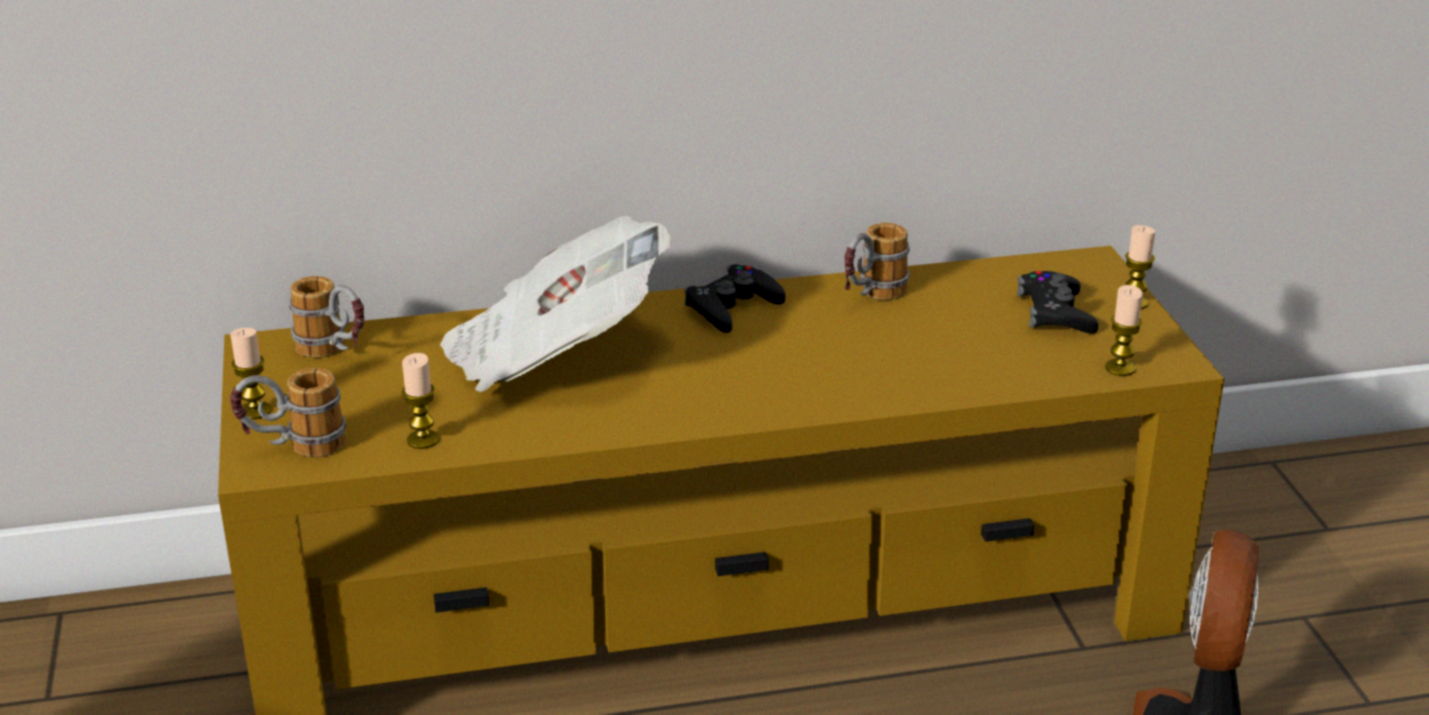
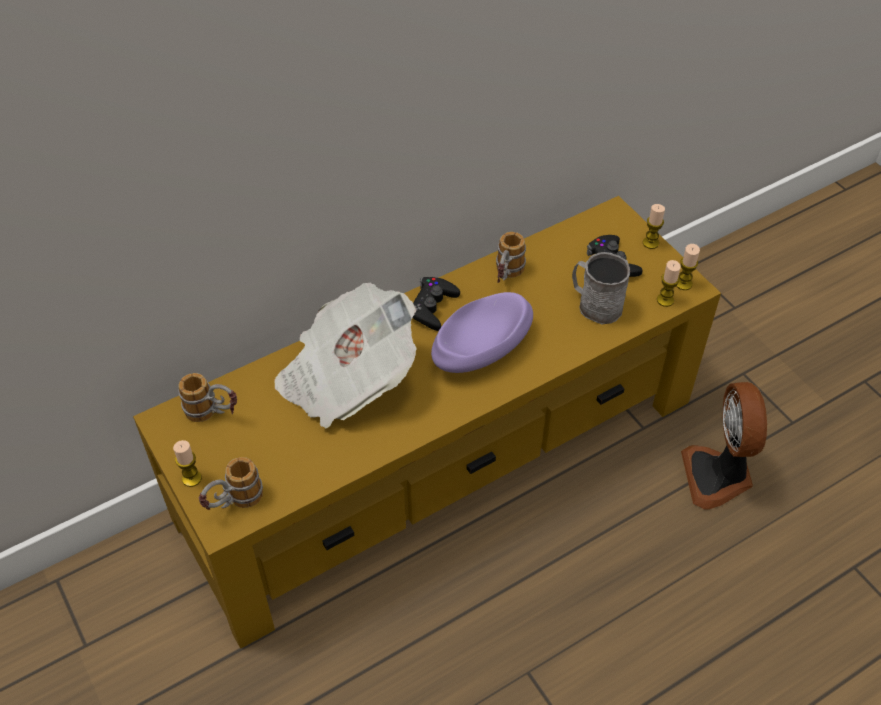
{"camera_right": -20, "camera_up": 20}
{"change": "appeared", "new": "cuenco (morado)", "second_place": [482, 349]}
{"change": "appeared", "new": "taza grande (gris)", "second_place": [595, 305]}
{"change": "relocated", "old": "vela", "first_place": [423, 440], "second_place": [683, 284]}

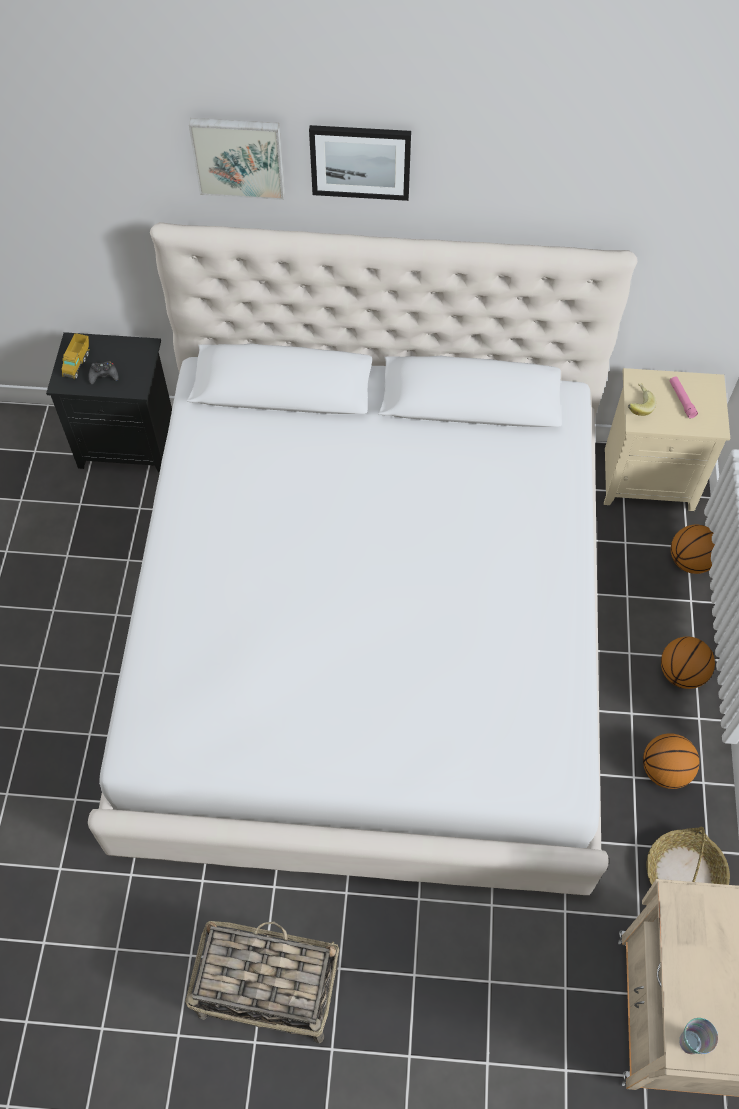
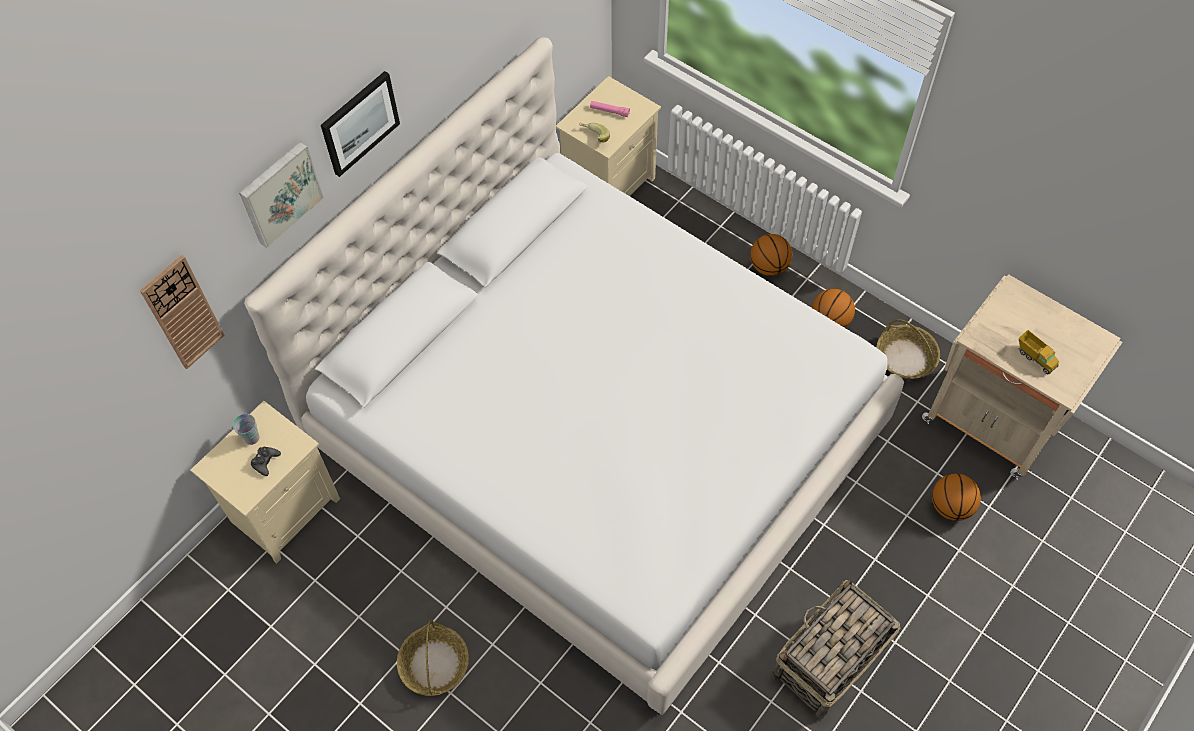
{"camera_right": -55, "camera_up": 0}
{"change": "appeared", "new": "reloj de pared", "second_place": [183, 313]}
{"change": "appeared", "new": "cesta", "second_place": [434, 664]}
{"change": "relocated", "old": "camión de juguete", "first_place": [77, 363], "second_place": [1035, 358]}
{"change": "relocated", "old": "balón de baloncesto", "first_place": [689, 561], "second_place": [950, 507]}
{"change": "relocated", "old": "taza", "first_place": [690, 1042], "second_place": [252, 438]}
{"change": "colour", "old": "mesita de noche (negro)", "new": "mesita de noche (beis)", "first_place": [130, 442], "second_place": [285, 509]}

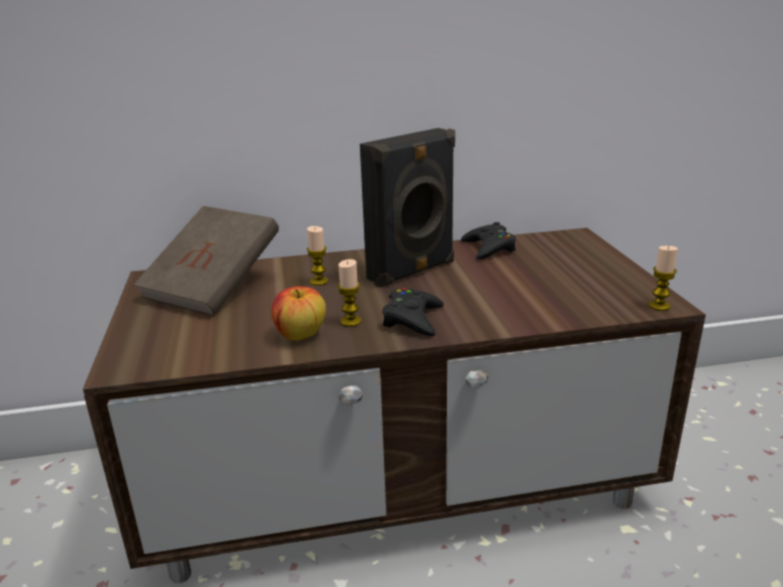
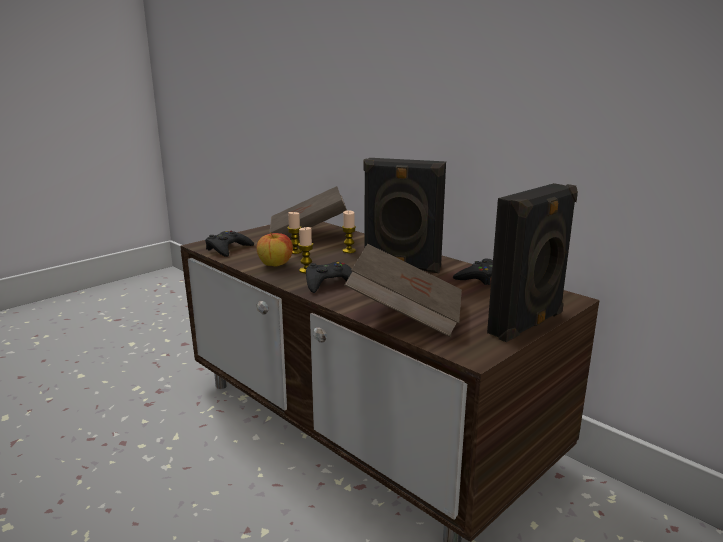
{"camera_right": 55, "camera_up": -5}
{"change": "appeared", "new": "mando de consola (negro)", "second_place": [228, 249]}
{"change": "appeared", "new": "libro (marrón)", "second_place": [405, 315]}
{"change": "appeared", "new": "altavoz (negro)", "second_place": [528, 324]}
{"change": "relocated", "old": "vela", "first_place": [659, 306], "second_place": [295, 251]}

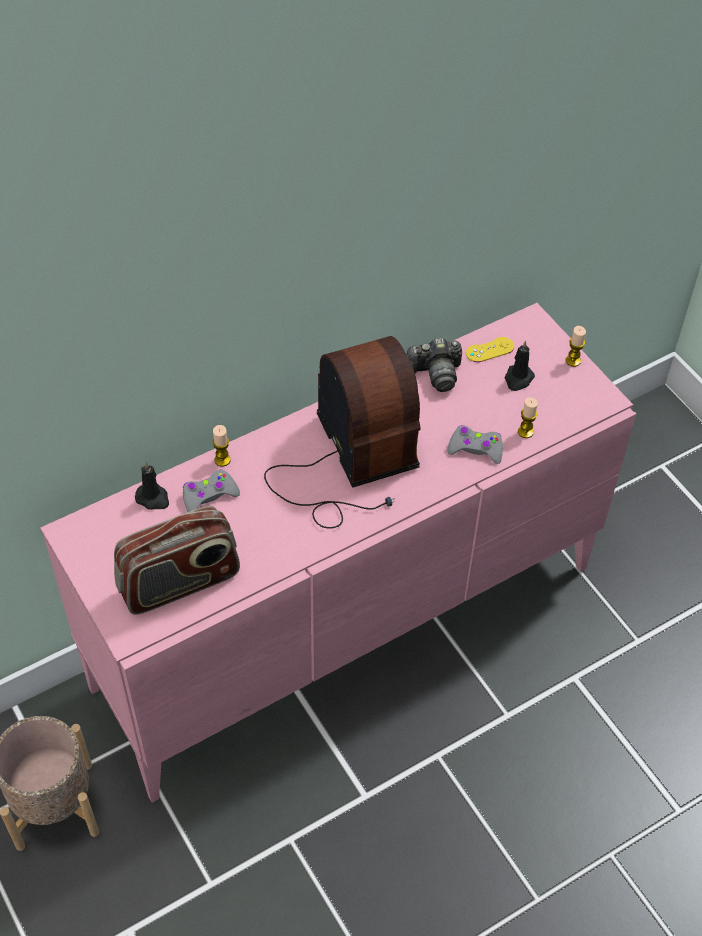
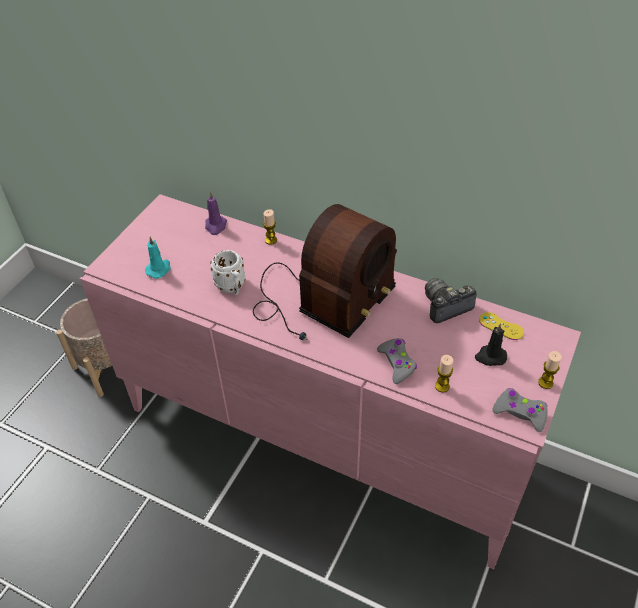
{"camera_right": 60, "camera_up": -5}
{"change": "appeared", "new": "taza grande (blanco)", "second_place": [232, 288]}
{"change": "relocated", "old": "mando de consola (gris)", "first_place": [209, 496], "second_place": [520, 413]}
{"change": "exchanged", "old": "radio", "new": "vela (turquesa)", "first_place": [179, 583], "second_place": [159, 269]}
{"change": "colour", "old": "vela (negro)", "new": "vela (morado)", "first_place": [153, 498], "second_place": [215, 226]}
{"change": "spun", "old": "cámara", "first_place": [435, 373], "second_place": [446, 307], "degrees": 105}

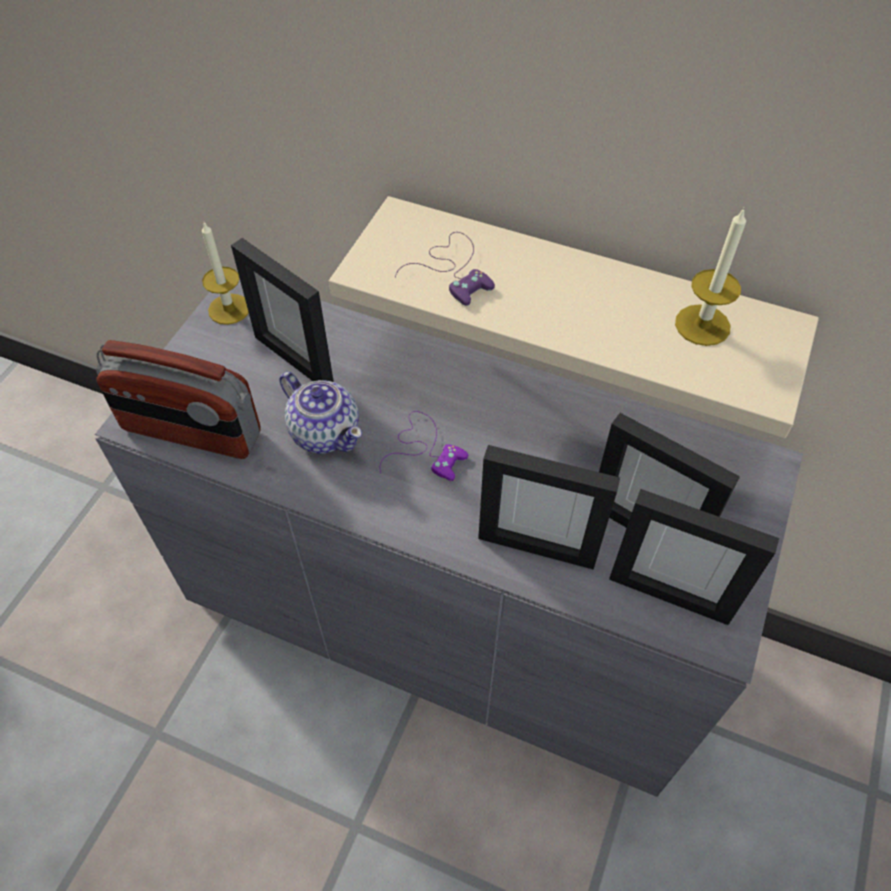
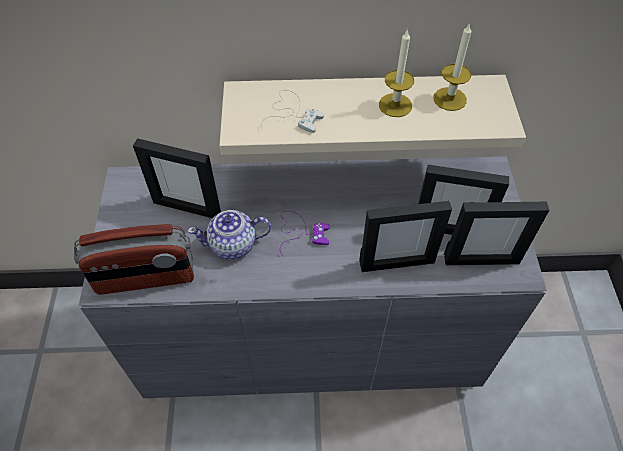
{"camera_right": -25, "camera_up": 0}
{"change": "relocated", "old": "vela", "first_place": [229, 309], "second_place": [395, 105]}
{"change": "colour", "old": "mando de consola (morado)", "new": "mando de consola (blanco)", "first_place": [453, 269], "second_place": [292, 113]}
{"change": "spun", "old": "tetera", "first_place": [325, 432], "second_place": [233, 245], "degrees": 150}

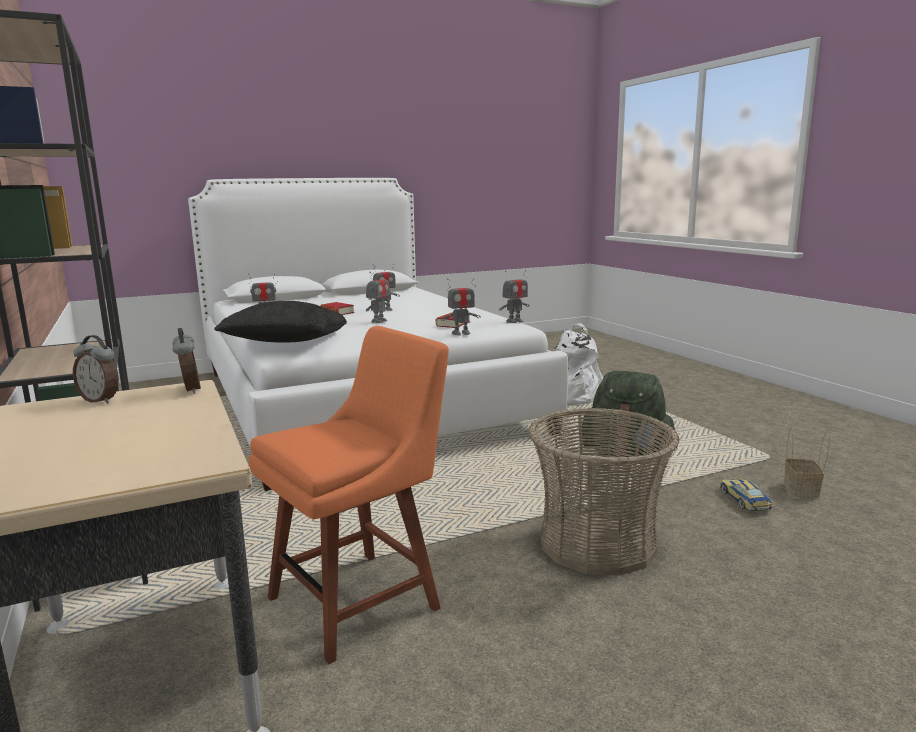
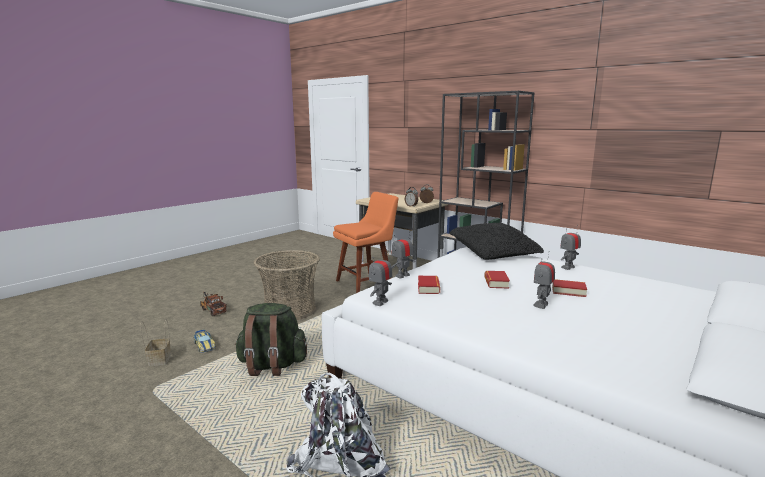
{"camera_right": 155, "camera_up": 0}
{"change": "appeared", "new": "camión de juguete", "second_place": [212, 310]}
{"change": "exchanged", "old": "robot de juguete", "new": "libro", "first_place": [379, 321], "second_place": [496, 282]}
{"change": "spun", "old": "silla (naranja)", "first_place": [361, 599], "second_place": [367, 282], "degrees": -150}

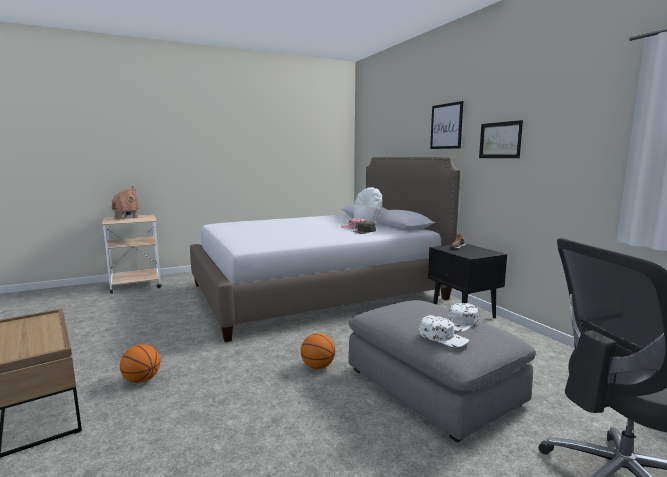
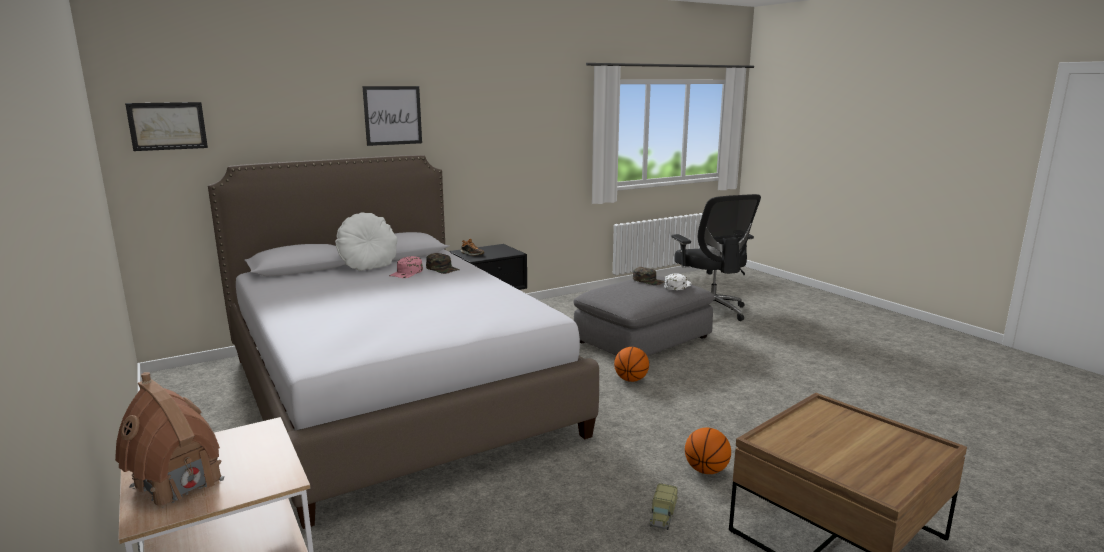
{"camera_right": -95, "camera_up": 5}
{"change": "appeared", "new": "camión de juguete", "second_place": [662, 516]}
{"change": "relocated", "old": "cuadro", "first_place": [500, 140], "second_place": [167, 126]}
{"change": "colour", "old": "gorra (blanco)", "new": "gorra (verde)", "first_place": [460, 323], "second_place": [648, 281]}

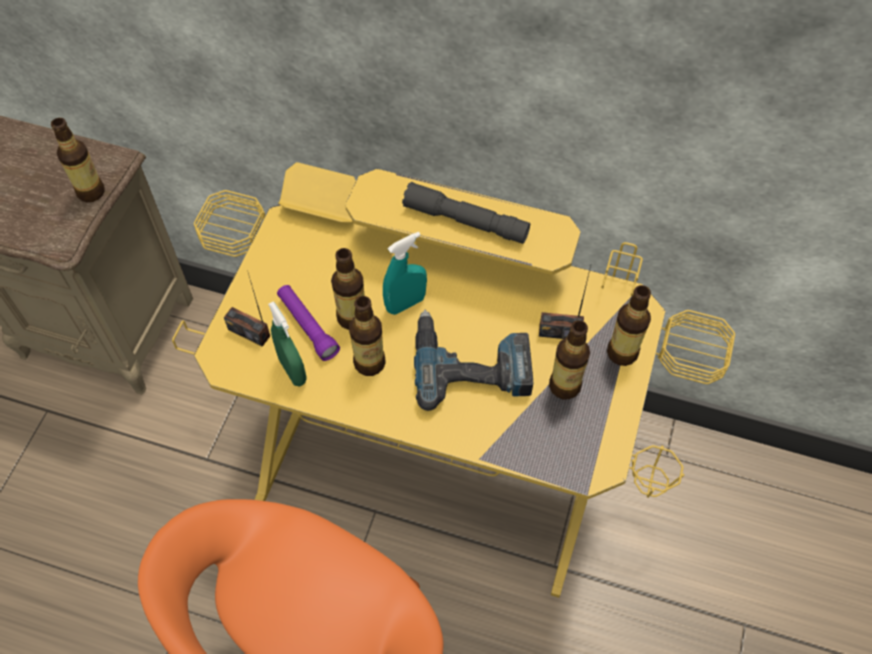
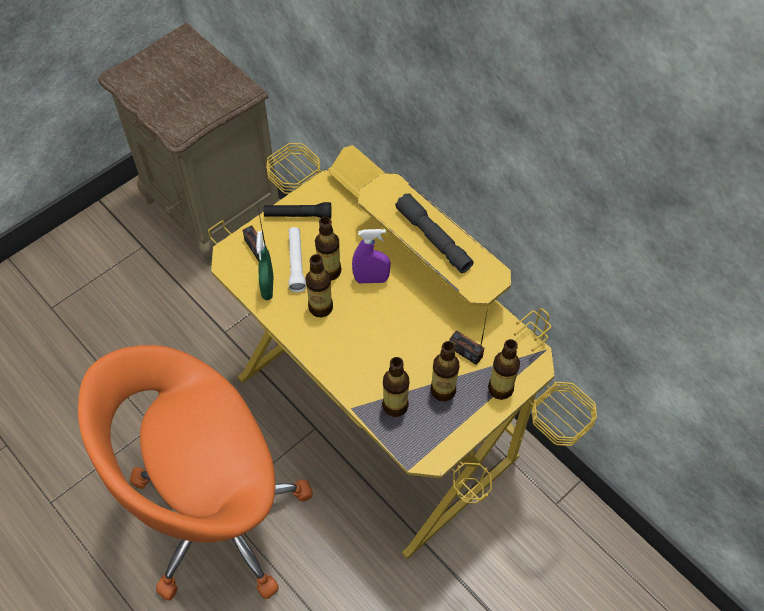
{"camera_right": 30, "camera_up": 0}
{"change": "missing", "old": "taladro", "first_place": [471, 363]}
{"change": "appeared", "new": "linterna (negro)", "second_place": [298, 215]}
{"change": "relocated", "old": "botella", "first_place": [91, 192], "second_place": [395, 405]}
{"change": "colour", "old": "linterna (morado)", "new": "linterna (blanco)", "first_place": [308, 326], "second_place": [296, 263]}
{"change": "colour", "old": "pulverizador (turquesa)", "new": "pulverizador (morado)", "first_place": [405, 304], "second_place": [371, 279]}

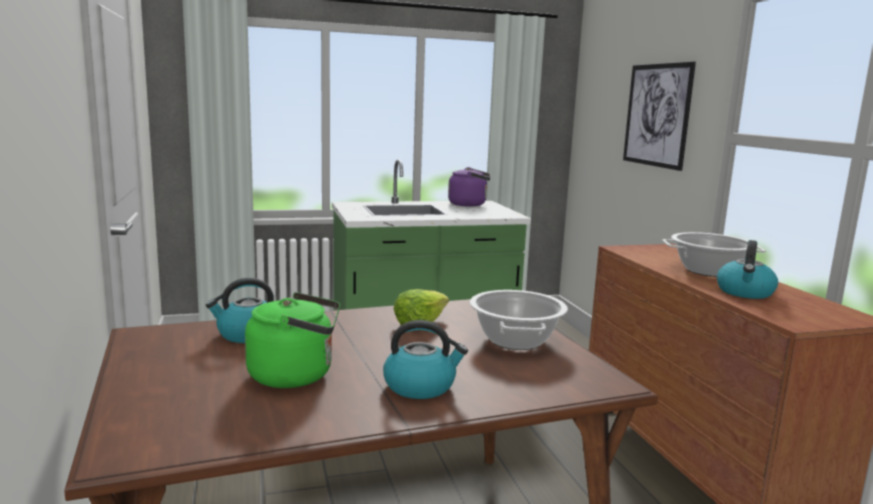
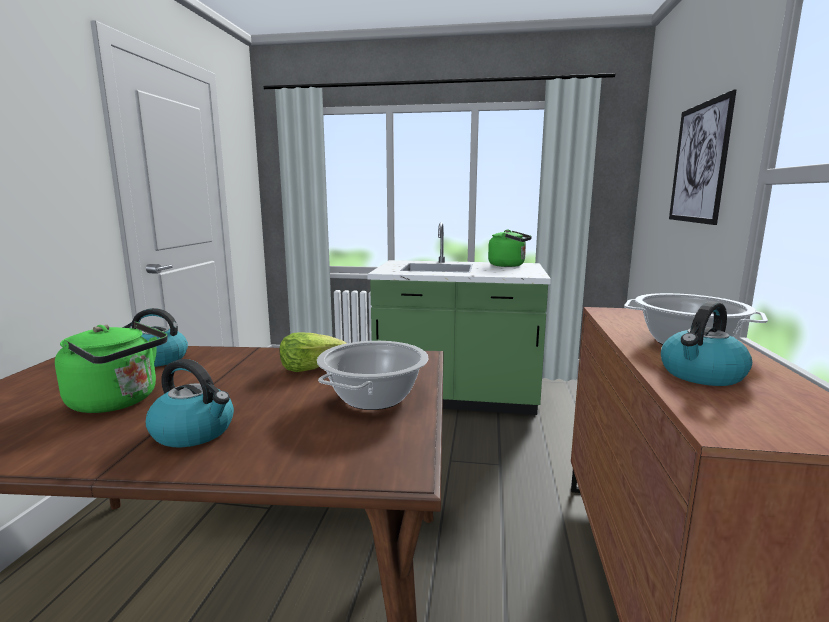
{"camera_right": 25, "camera_up": 0}
{"change": "colour", "old": "hervidor (morado)", "new": "hervidor (verde)", "first_place": [469, 204], "second_place": [509, 265]}

